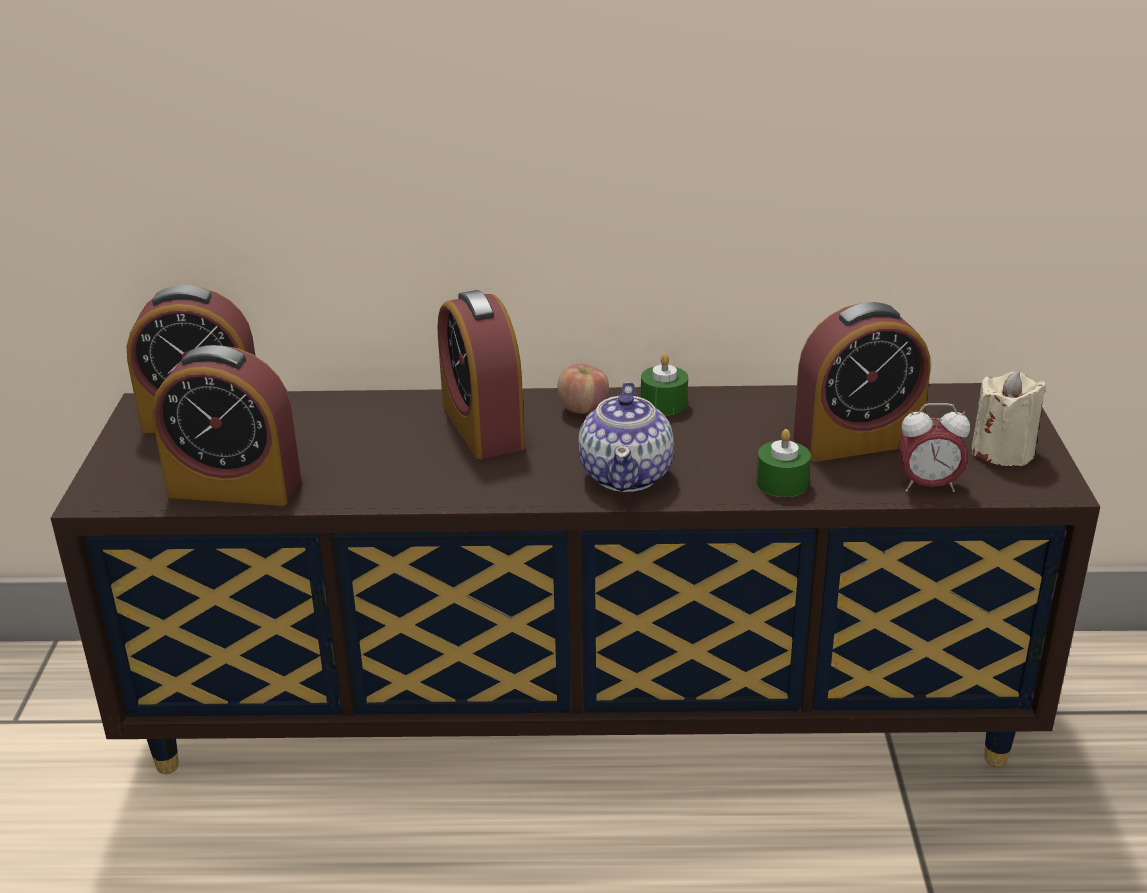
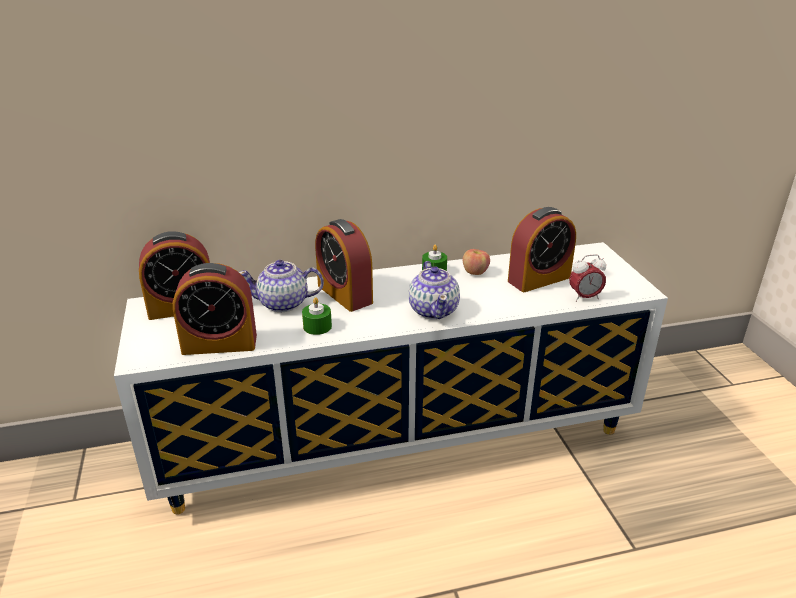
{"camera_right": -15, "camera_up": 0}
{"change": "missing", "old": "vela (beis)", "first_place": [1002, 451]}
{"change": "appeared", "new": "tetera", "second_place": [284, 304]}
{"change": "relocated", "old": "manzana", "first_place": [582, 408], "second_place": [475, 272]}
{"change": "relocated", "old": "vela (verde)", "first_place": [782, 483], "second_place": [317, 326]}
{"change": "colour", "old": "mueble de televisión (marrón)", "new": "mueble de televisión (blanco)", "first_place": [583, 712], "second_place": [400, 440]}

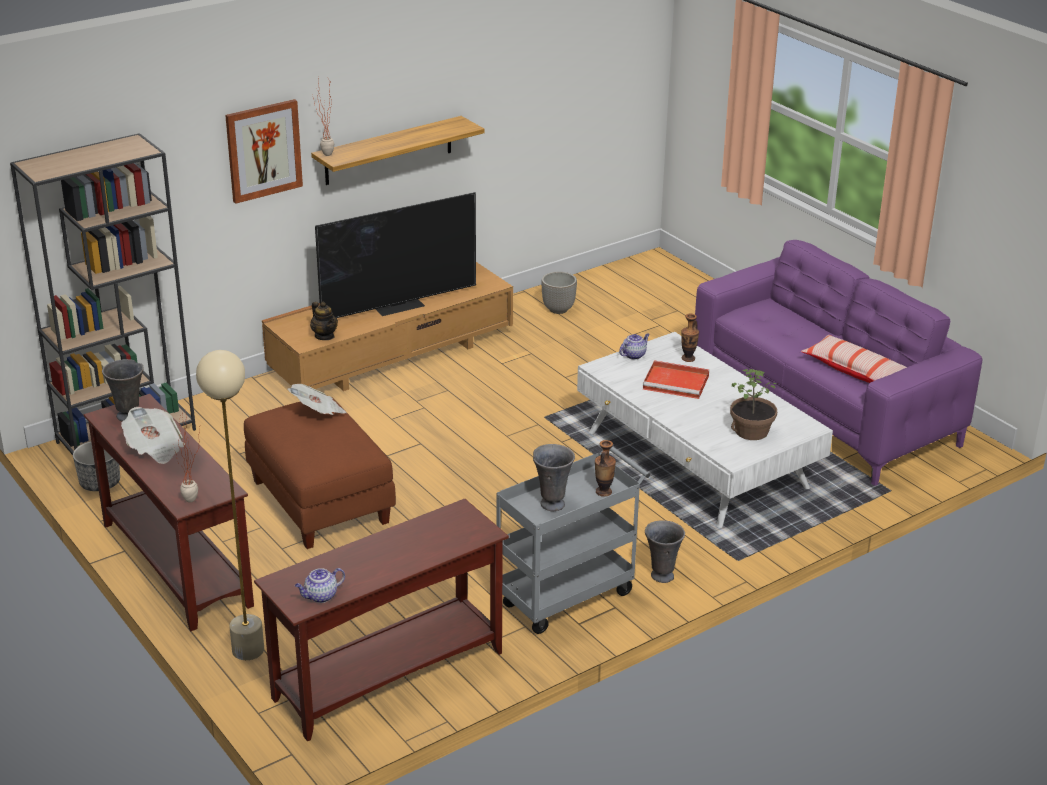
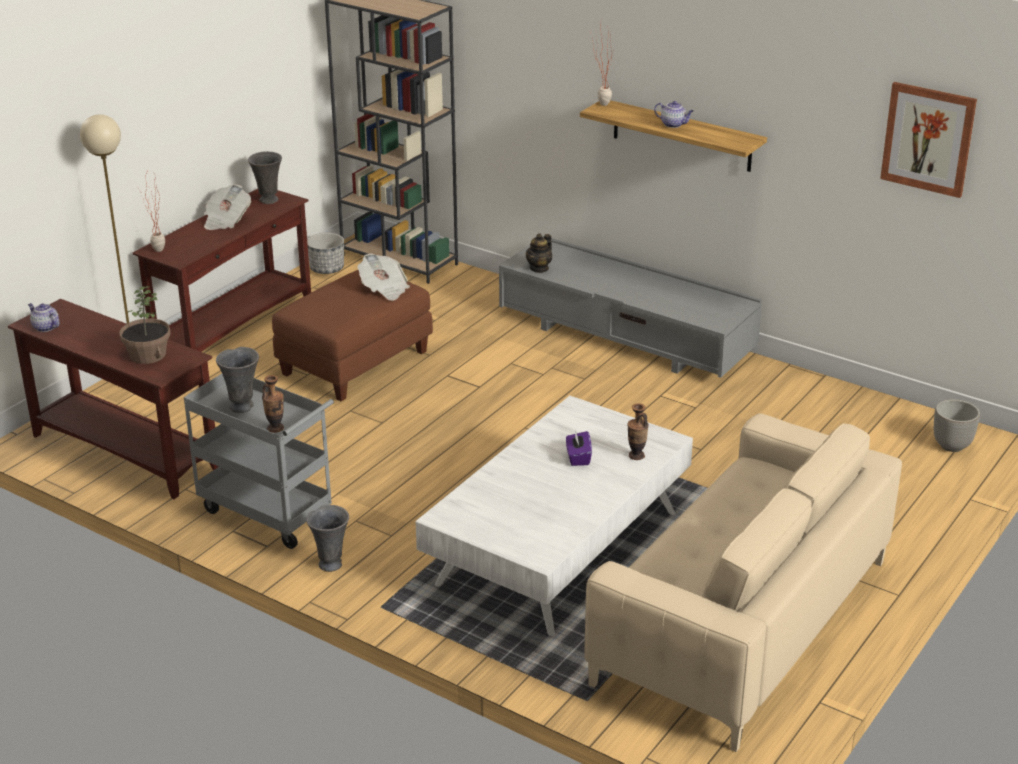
{"camera_right": 70, "camera_up": 0}
{"change": "missing", "old": "televisor", "first_place": [399, 305]}
{"change": "missing", "old": "cojín", "first_place": [855, 370]}
{"change": "relocated", "old": "cuadro", "first_place": [263, 150], "second_place": [928, 139]}
{"change": "relocated", "old": "maceta", "first_place": [559, 309], "second_place": [952, 446]}
{"change": "relocated", "old": "tetera", "first_place": [634, 355], "second_place": [673, 124]}
{"change": "relocated", "old": "planta en maceta", "first_place": [751, 431], "second_place": [147, 355]}
{"change": "exchanged", "old": "bandeja (rojo)", "new": "caja de pañuelos (morado)", "first_place": [677, 382], "second_place": [578, 457]}
{"change": "colour", "old": "mueble de televisión (marrón)", "new": "mueble de televisión (gris)", "first_place": [392, 354], "second_place": [626, 336]}
{"change": "colour", "old": "sofá (morado)", "new": "sofá (beis)", "first_place": [824, 407], "second_place": [743, 622]}

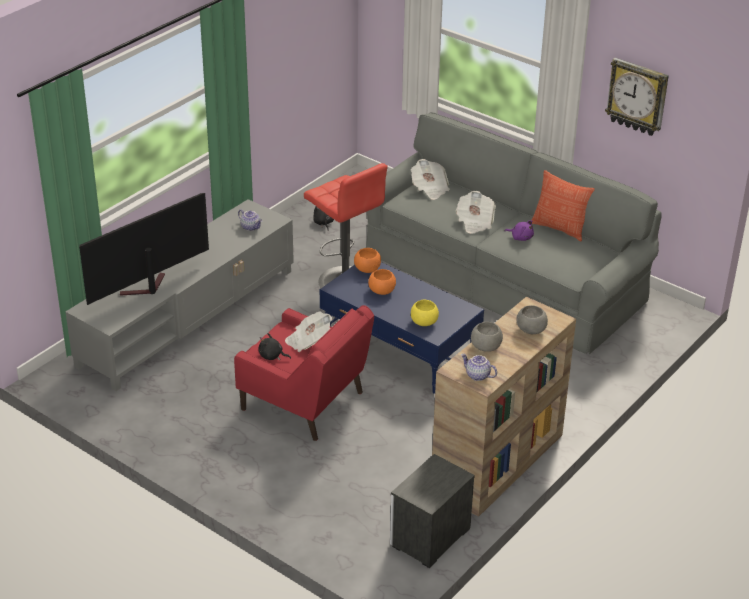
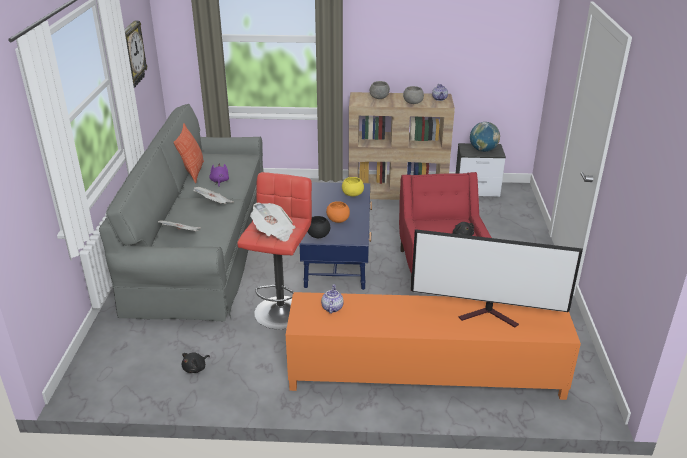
{"camera_right": -125, "camera_up": -5}
{"change": "appeared", "new": "globo terráqueo", "second_place": [483, 150]}
{"change": "relocated", "old": "periódico", "first_place": [308, 341], "second_place": [273, 232]}
{"change": "colour", "old": "mueble de televisión (gris)", "new": "mueble de televisión (naranja)", "first_place": [189, 316], "second_place": [423, 372]}
{"change": "colour", "old": "cuenco (naranja)", "new": "cuenco (negro)", "first_place": [367, 269], "second_place": [318, 236]}

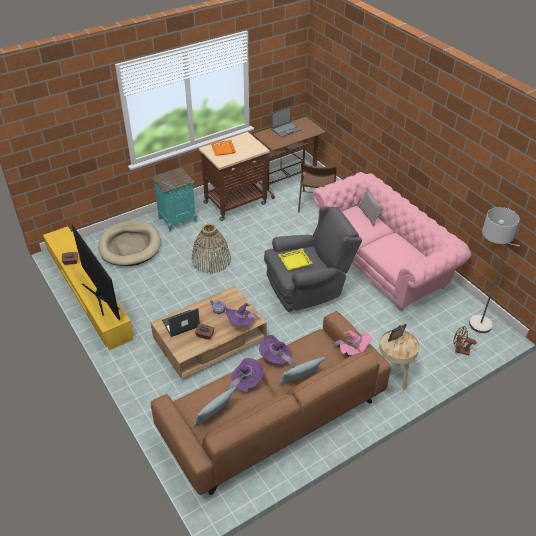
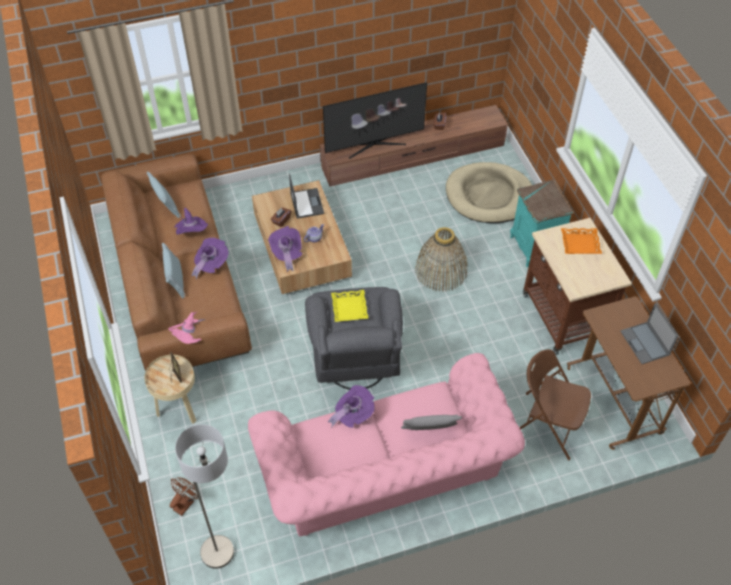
{"camera_right": 105, "camera_up": 10}
{"change": "appeared", "new": "sombrero (morado)", "second_place": [353, 414]}
{"change": "colour", "old": "mueble de televisión (amarillo)", "new": "mueble de televisión (marrón)", "first_place": [88, 293], "second_place": [413, 155]}

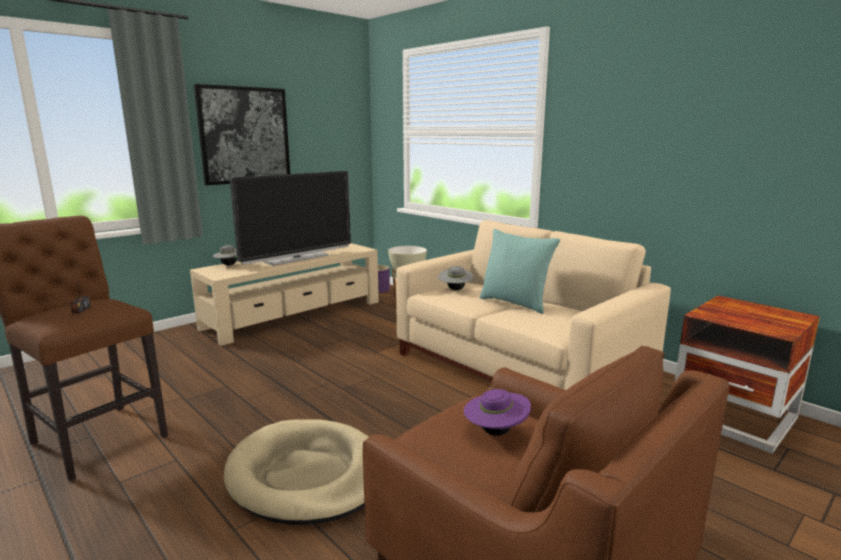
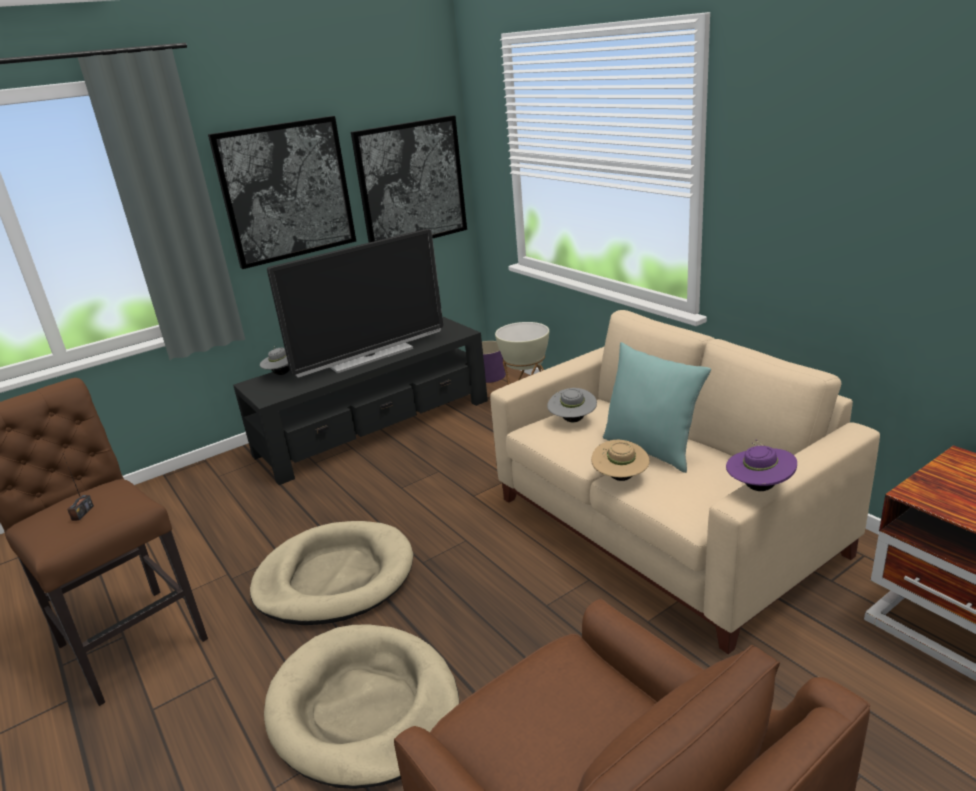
{"camera_right": 10, "camera_up": 10}
{"change": "appeared", "new": "cama para perro (beis)", "second_place": [335, 578]}
{"change": "appeared", "new": "cuadro", "second_place": [411, 184]}
{"change": "appeared", "new": "sombrero (beis)", "second_place": [620, 478]}
{"change": "relocated", "old": "sombrero (morado)", "first_place": [495, 431], "second_place": [758, 487]}
{"change": "colour", "old": "mueble de televisión (beis)", "new": "mueble de televisión (negro)", "first_place": [295, 315], "second_place": [375, 427]}

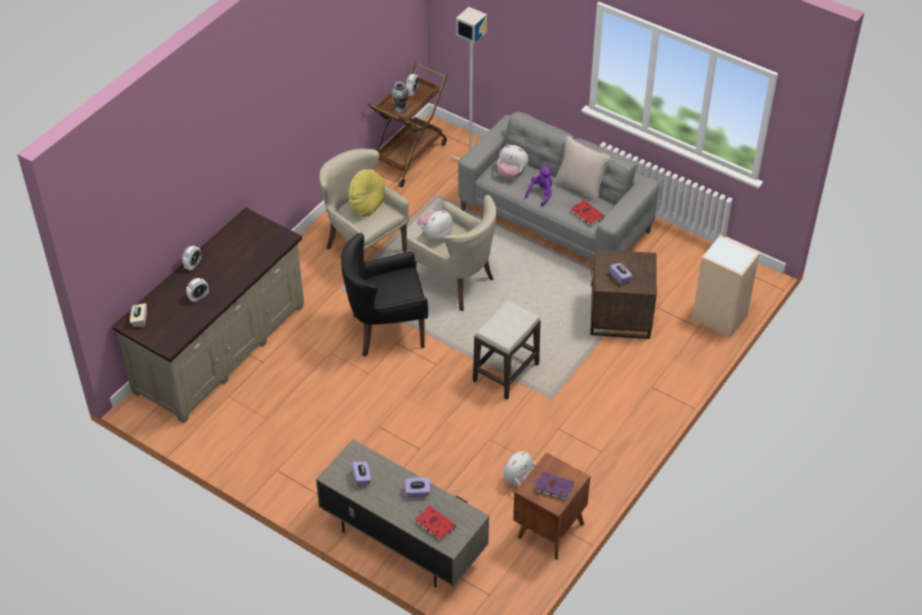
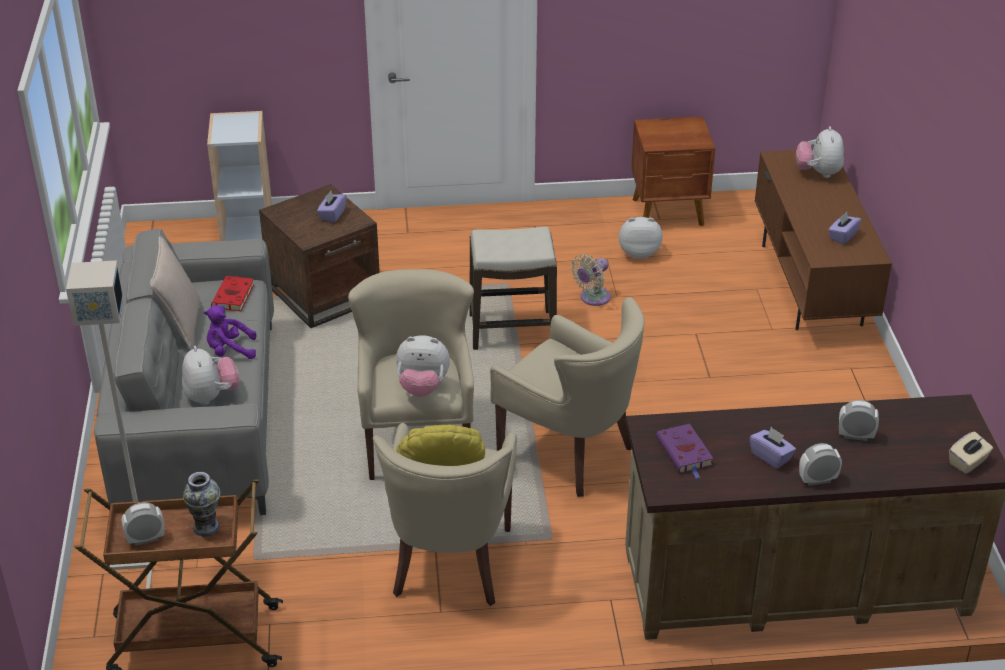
{"camera_right": -130, "camera_up": -10}
{"change": "appeared", "new": "ventilador (beis)", "second_place": [592, 298]}
{"change": "relocated", "old": "caja de pañuelos (morado)", "first_place": [417, 492], "second_place": [771, 457]}
{"change": "relocated", "old": "libro (morado)", "first_place": [553, 487], "second_place": [685, 453]}
{"change": "exchanged", "old": "libro (rojo)", "new": "peluche", "first_place": [434, 524], "second_place": [818, 173]}
{"change": "colour", "old": "mueble de televisión (gris)", "new": "mueble de televisión (marrón)", "first_place": [402, 541], "second_place": [812, 285]}
{"change": "colour", "old": "sillón (negro)", "new": "sillón (beis)", "first_place": [386, 331], "second_place": [568, 454]}

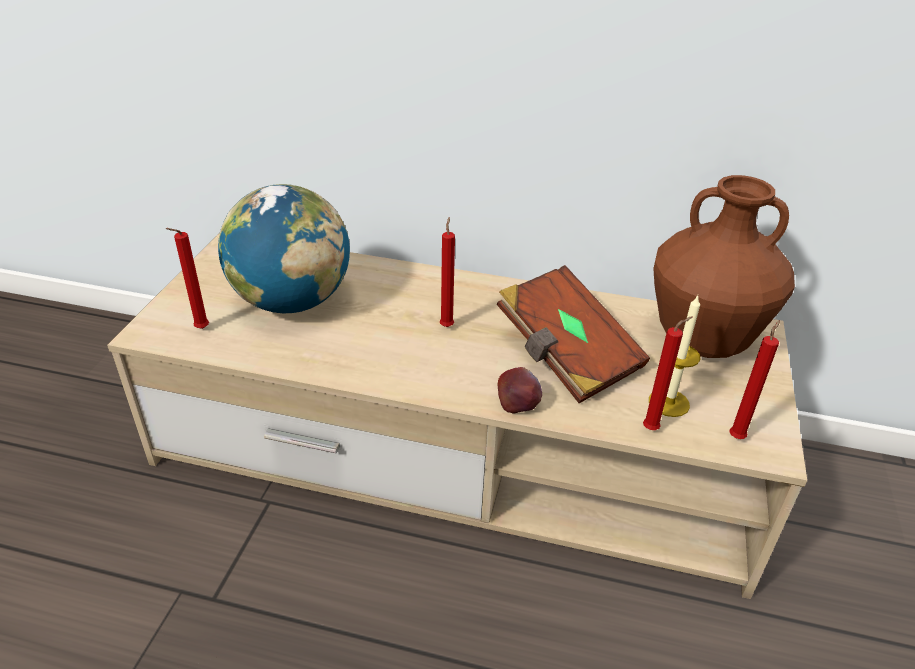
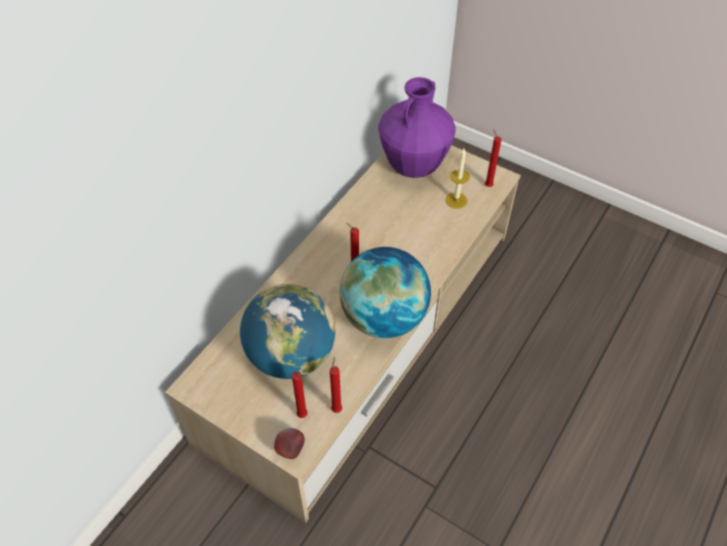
{"camera_right": -70, "camera_up": 15}
{"change": "missing", "old": "libro (marrón)", "first_place": [566, 355]}
{"change": "appeared", "new": "globo terráqueo", "second_place": [384, 318]}
{"change": "relocated", "old": "manzana", "first_place": [518, 404], "second_place": [291, 448]}
{"change": "relocated", "old": "vela (rojo)", "first_place": [653, 429], "second_place": [337, 408]}
{"change": "colour", "old": "florero (marrón)", "new": "florero (morado)", "first_place": [703, 342], "second_place": [414, 166]}

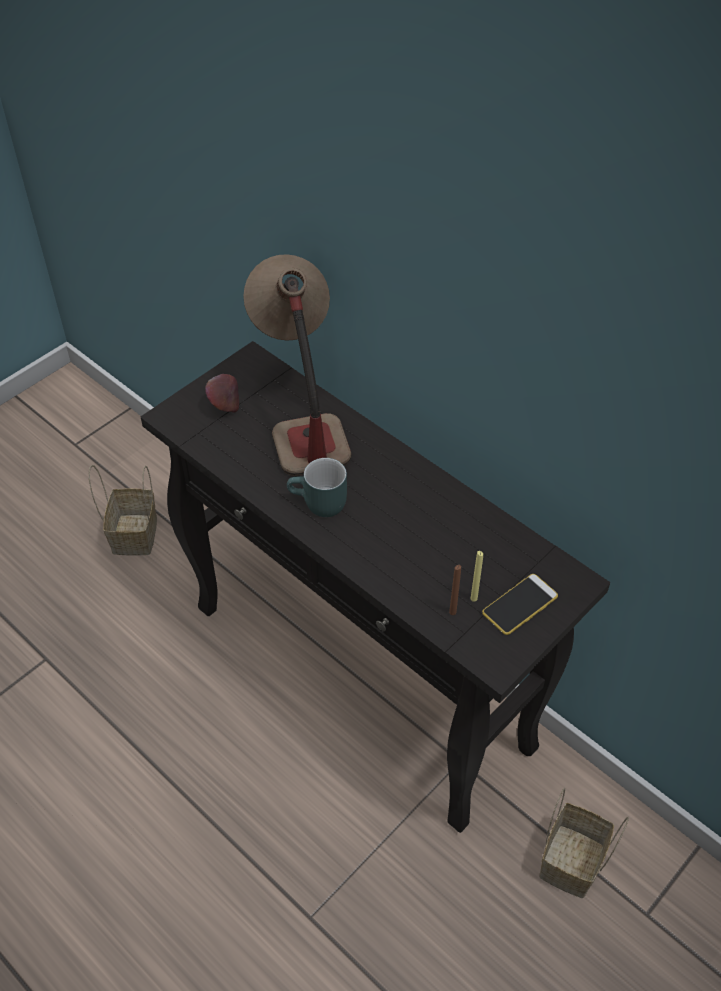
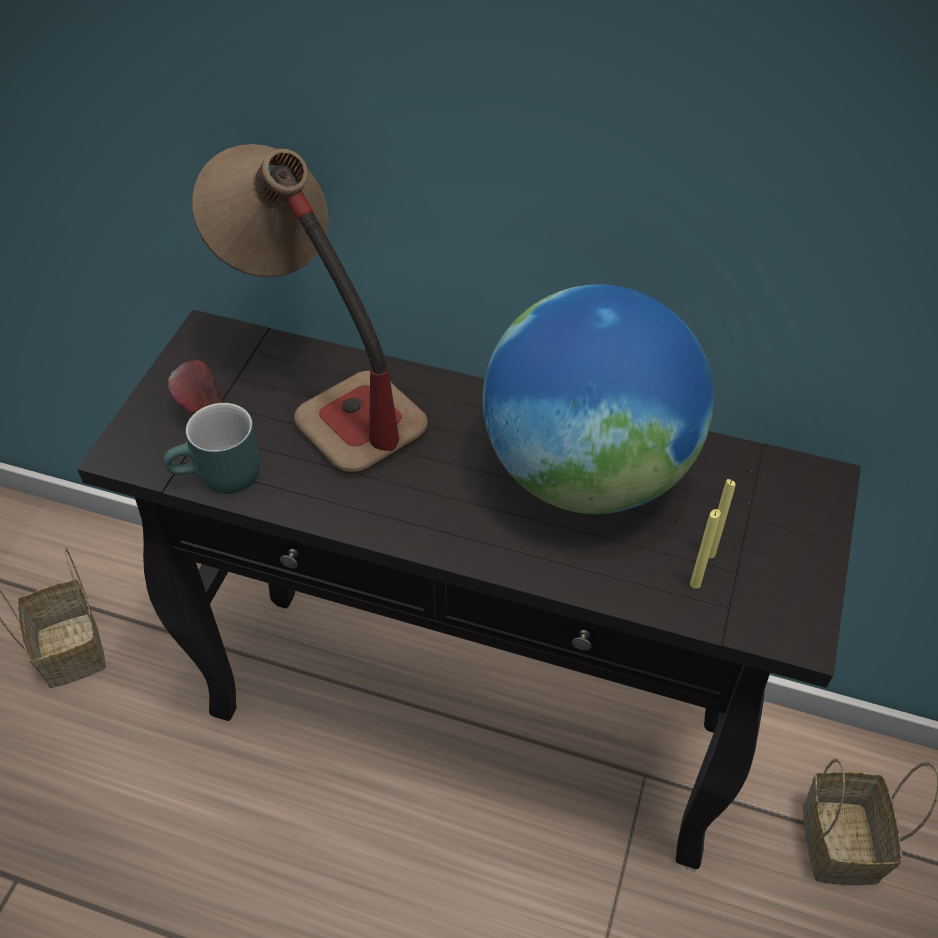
{"camera_right": -25, "camera_up": 0}
{"change": "missing", "old": "móvil", "first_place": [520, 604]}
{"change": "appeared", "new": "globo terráqueo", "second_place": [587, 474]}
{"change": "relocated", "old": "taza grande (turquesa)", "first_place": [318, 505], "second_place": [221, 479]}
{"change": "colour", "old": "vela (marrón)", "new": "vela (amarillo)", "first_place": [452, 612], "second_place": [695, 584]}

